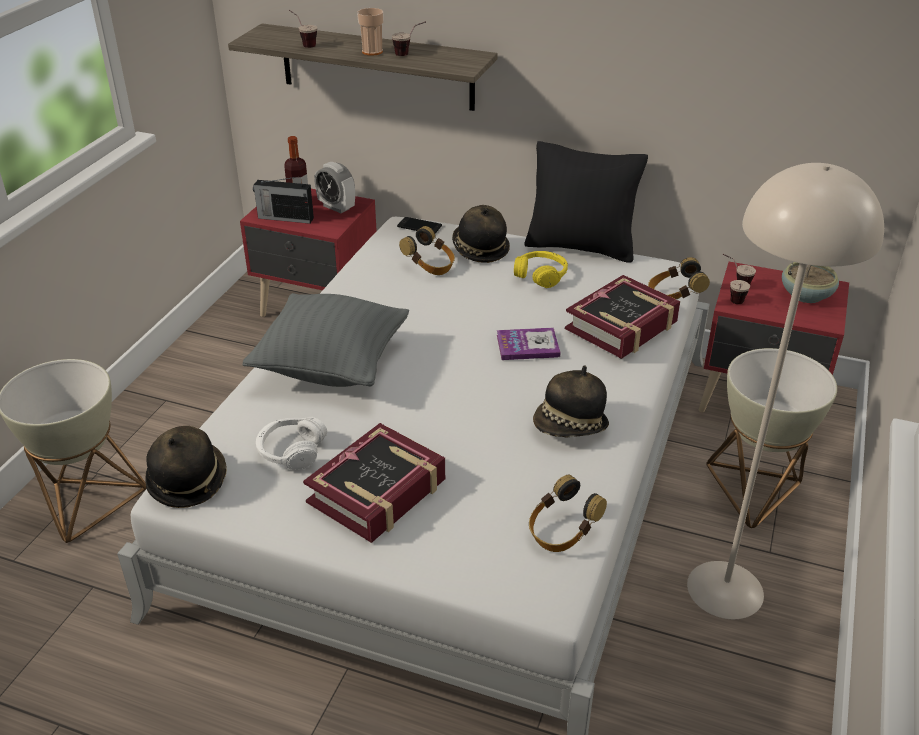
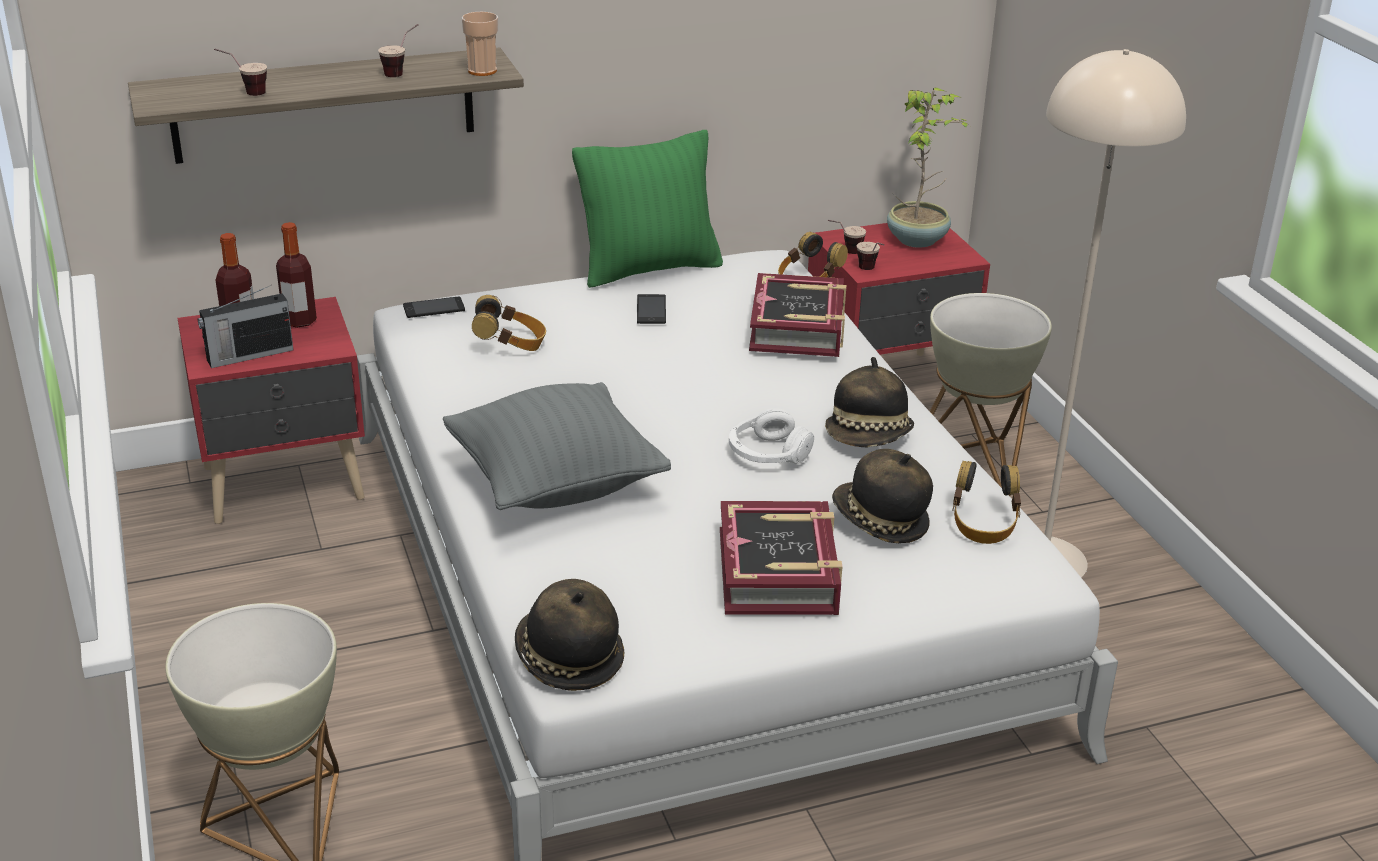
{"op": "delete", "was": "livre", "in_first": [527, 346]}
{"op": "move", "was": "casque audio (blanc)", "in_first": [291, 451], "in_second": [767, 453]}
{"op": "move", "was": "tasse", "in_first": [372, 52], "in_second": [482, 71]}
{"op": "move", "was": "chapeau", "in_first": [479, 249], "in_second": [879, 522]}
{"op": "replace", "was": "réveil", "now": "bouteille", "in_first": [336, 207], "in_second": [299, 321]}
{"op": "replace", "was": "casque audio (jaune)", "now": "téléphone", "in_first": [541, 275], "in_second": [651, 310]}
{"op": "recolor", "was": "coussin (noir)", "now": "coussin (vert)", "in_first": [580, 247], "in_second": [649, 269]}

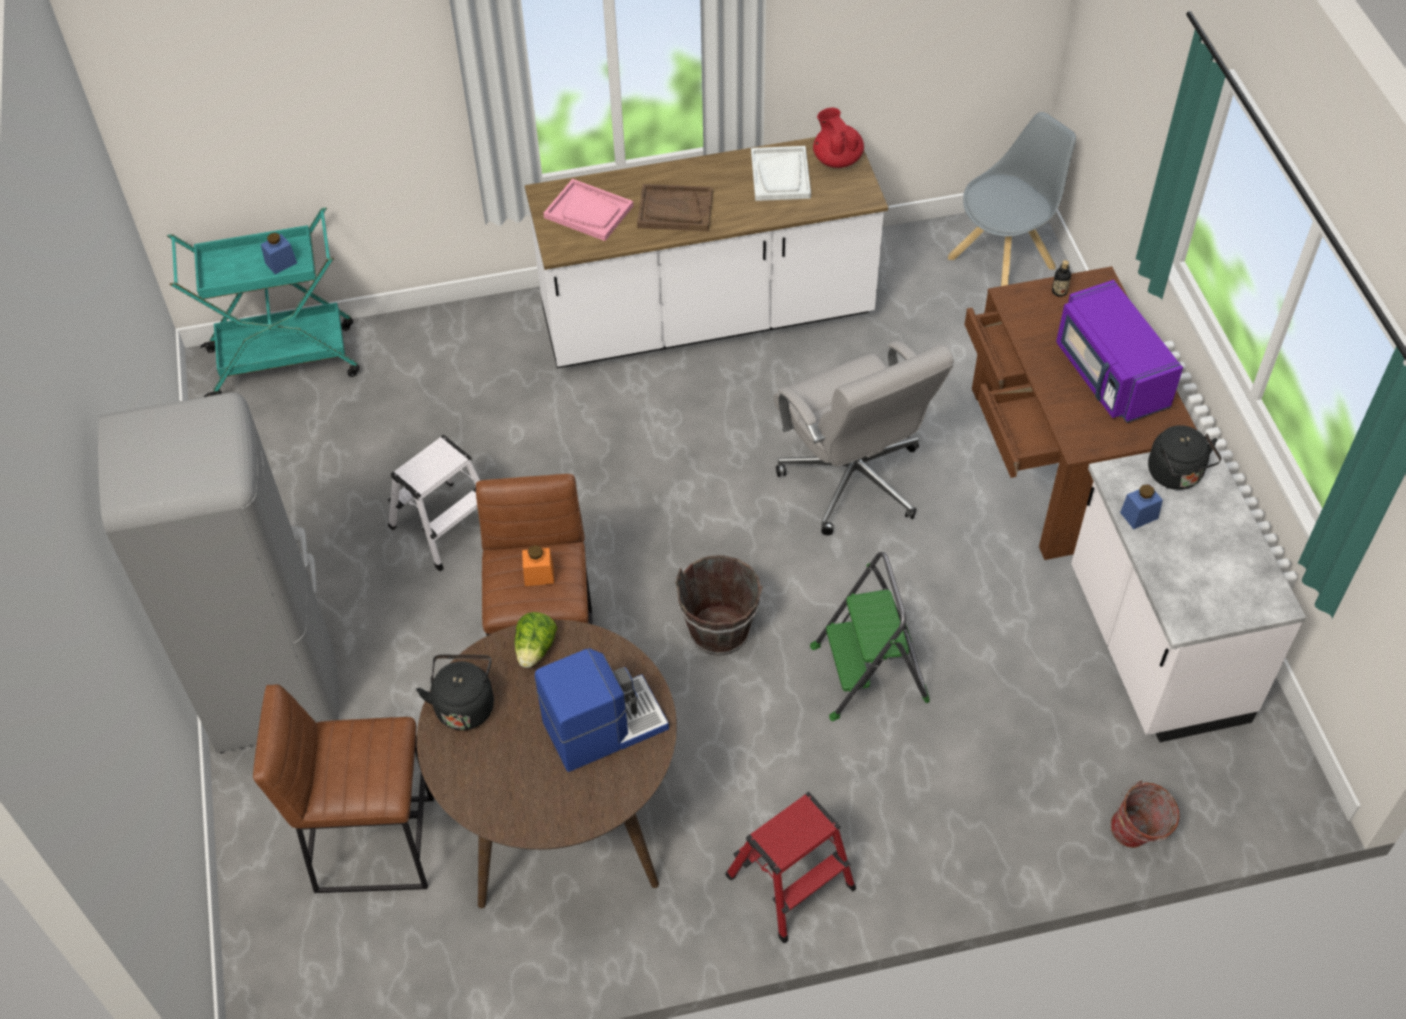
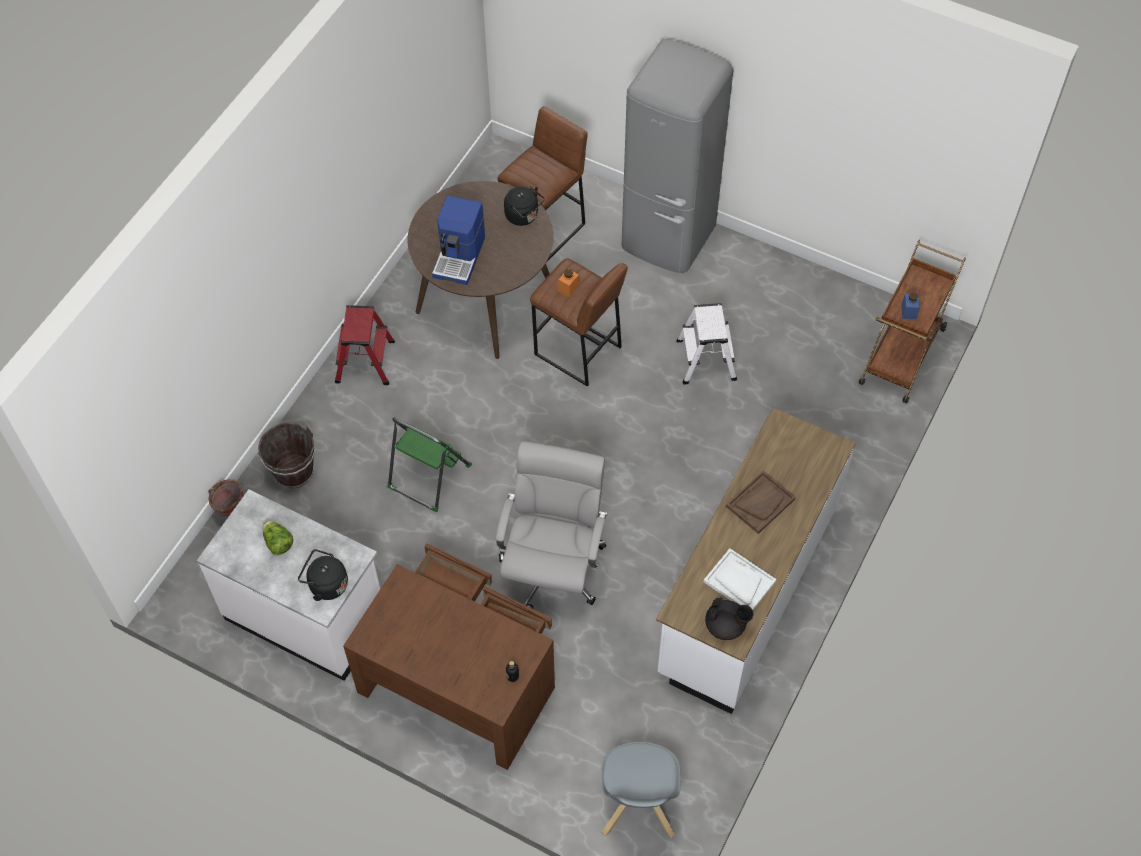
{"op": "delete", "was": "plateau (rose)", "in_first": [589, 212]}
{"op": "delete", "was": "micro-ondes (violet)", "in_first": [1109, 375]}
{"op": "delete", "was": "bocal (bleu)", "in_first": [1139, 515]}
{"op": "move", "was": "laitue", "in_first": [535, 649], "in_second": [278, 543]}
{"op": "move", "was": "seau (marron)", "in_first": [719, 632], "in_second": [293, 471]}
{"op": "recolor", "was": "chariot (turquoise)", "now": "chariot (marron)", "in_first": [284, 363], "in_second": [901, 357]}
{"op": "recolor", "was": "théière (rouge)", "now": "théière (noir)", "in_first": [837, 158], "in_second": [726, 626]}
{"op": "rotate", "was": "chaise de bureau (gris)", "in_first": [852, 477], "in_second": [553, 568], "clockwise": 90}

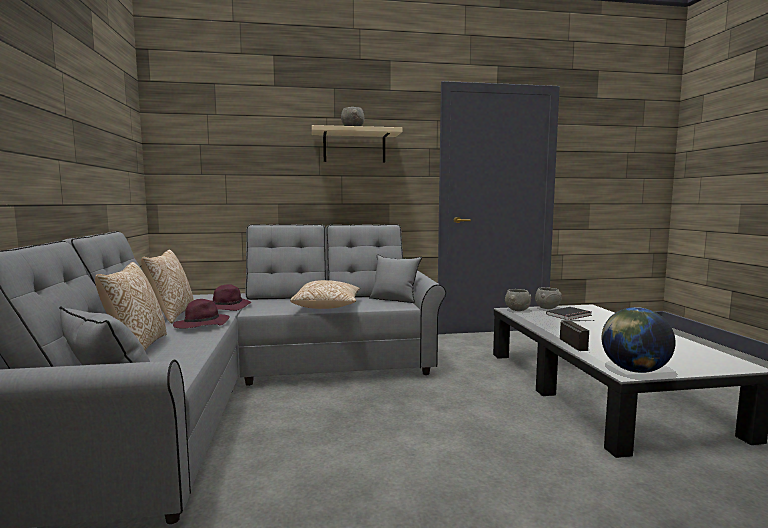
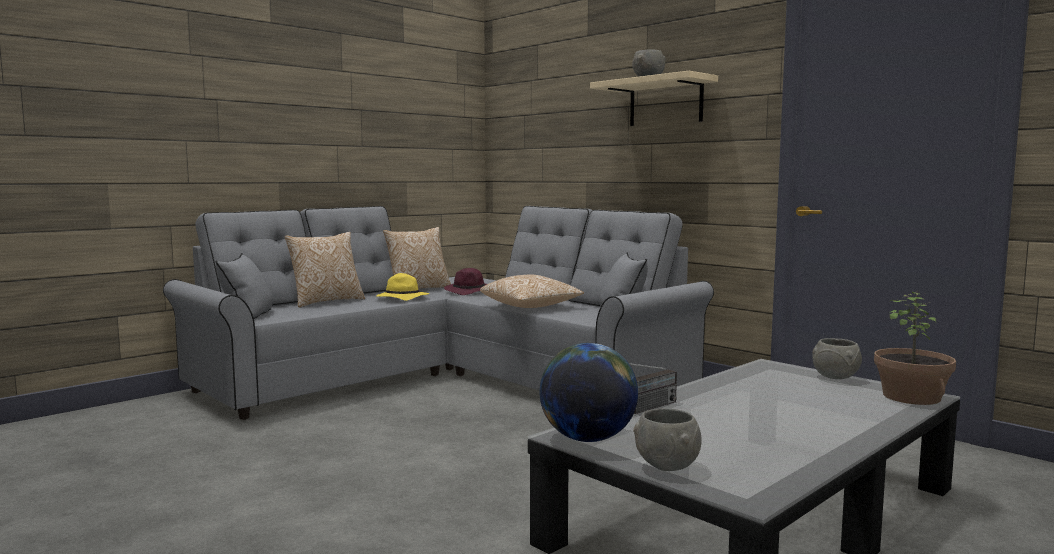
{"op": "delete", "was": "livre (noir)", "in_first": [570, 315]}
{"op": "insert", "now": "plante en pot", "in_second": [912, 397]}
{"op": "move", "was": "bol (gris)", "in_first": [517, 310], "in_second": [665, 467]}
{"op": "recolor", "was": "chapeau (violet)", "now": "chapeau (jaune)", "in_first": [201, 325], "in_second": [401, 299]}

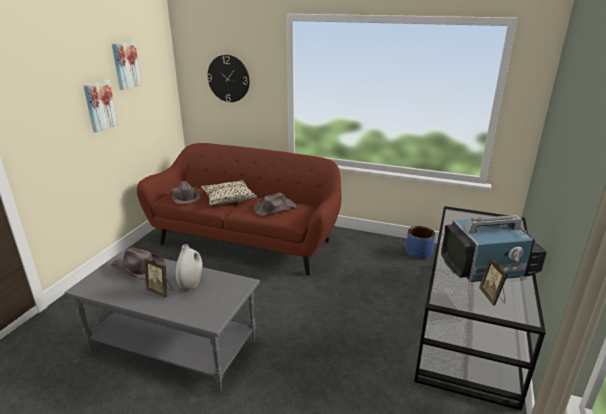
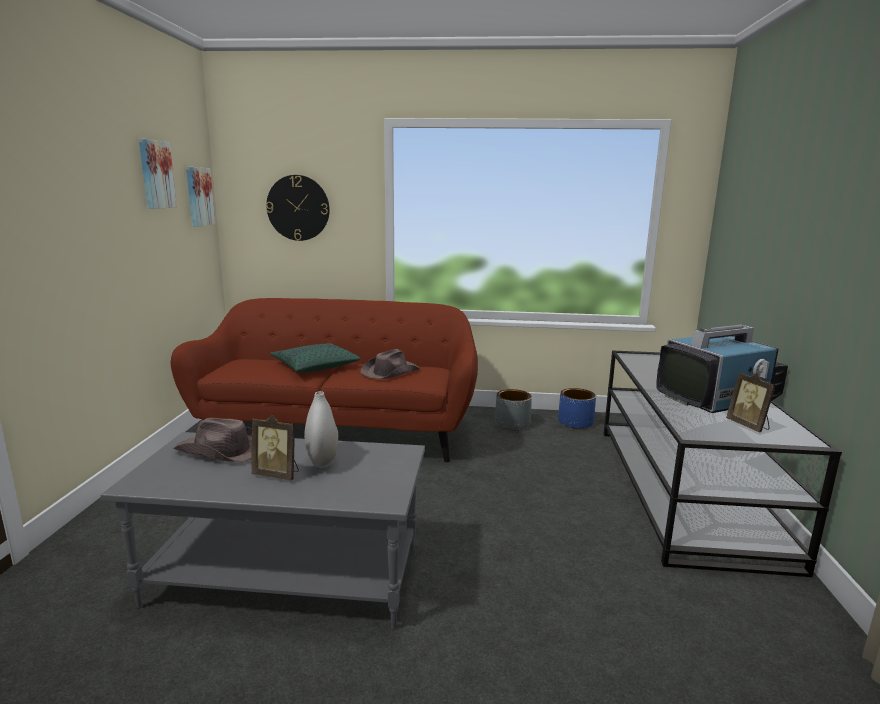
{"op": "delete", "was": "chapeau (marron)", "in_first": [185, 196]}
{"op": "insert", "now": "cache-pot (gris)", "in_second": [512, 424]}
{"op": "move", "was": "tableau", "in_first": [99, 105], "in_second": [198, 196]}
{"op": "recolor", "was": "coussin (beige)", "now": "coussin (vert)", "in_first": [228, 198], "in_second": [315, 366]}

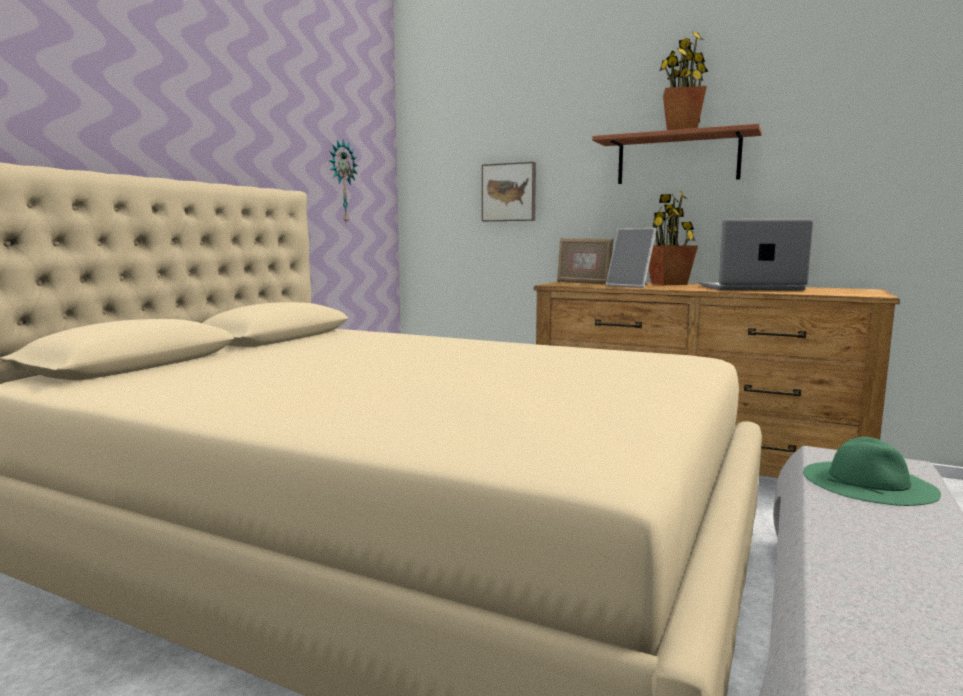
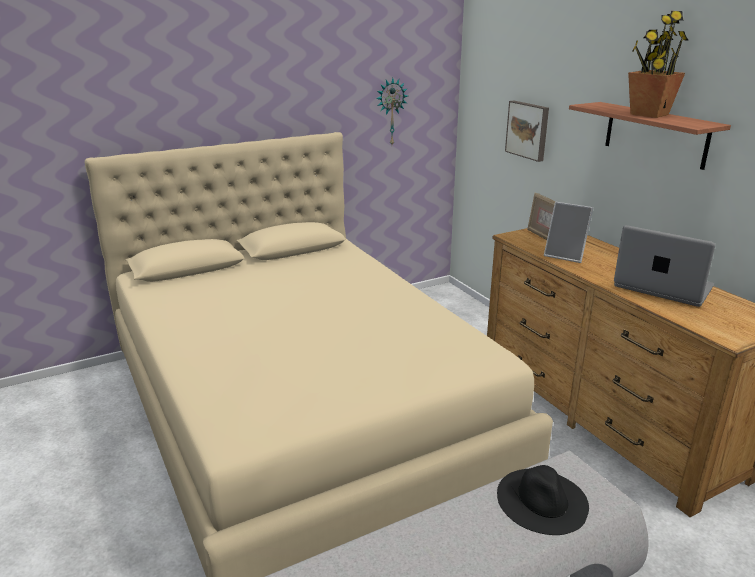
{"op": "delete", "was": "plante en pot", "in_first": [669, 284]}
{"op": "recolor", "was": "chapeau (vert)", "now": "chapeau (noir)", "in_first": [868, 482], "in_second": [542, 500]}
{"op": "rotate", "was": "cadre photo", "in_first": [631, 286], "in_second": [566, 255], "clockwise": -45}

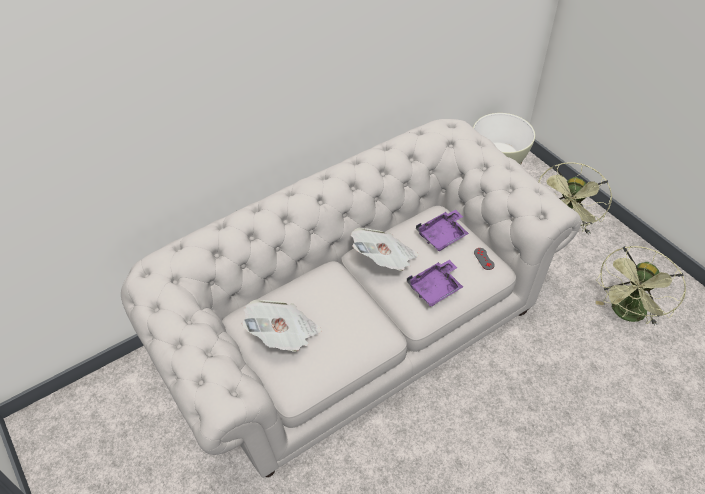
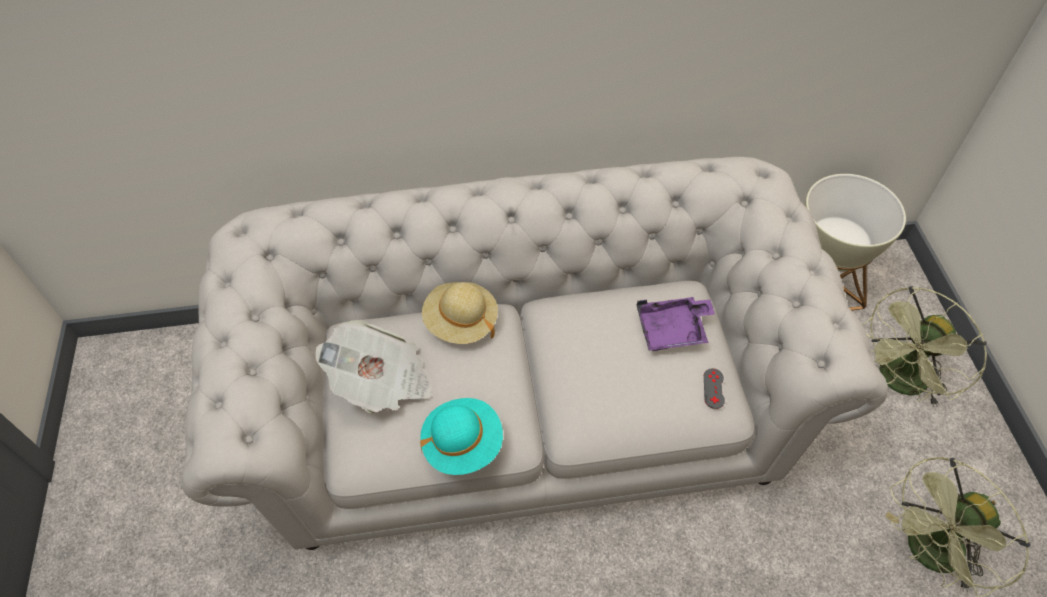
{"op": "delete", "was": "journal", "in_first": [385, 260]}
{"op": "delete", "was": "plateau (violet)", "in_first": [435, 288]}
{"op": "insert", "now": "chapeau (turquoise)", "in_second": [462, 444]}
{"op": "insert", "now": "chapeau (beige)", "in_second": [461, 322]}

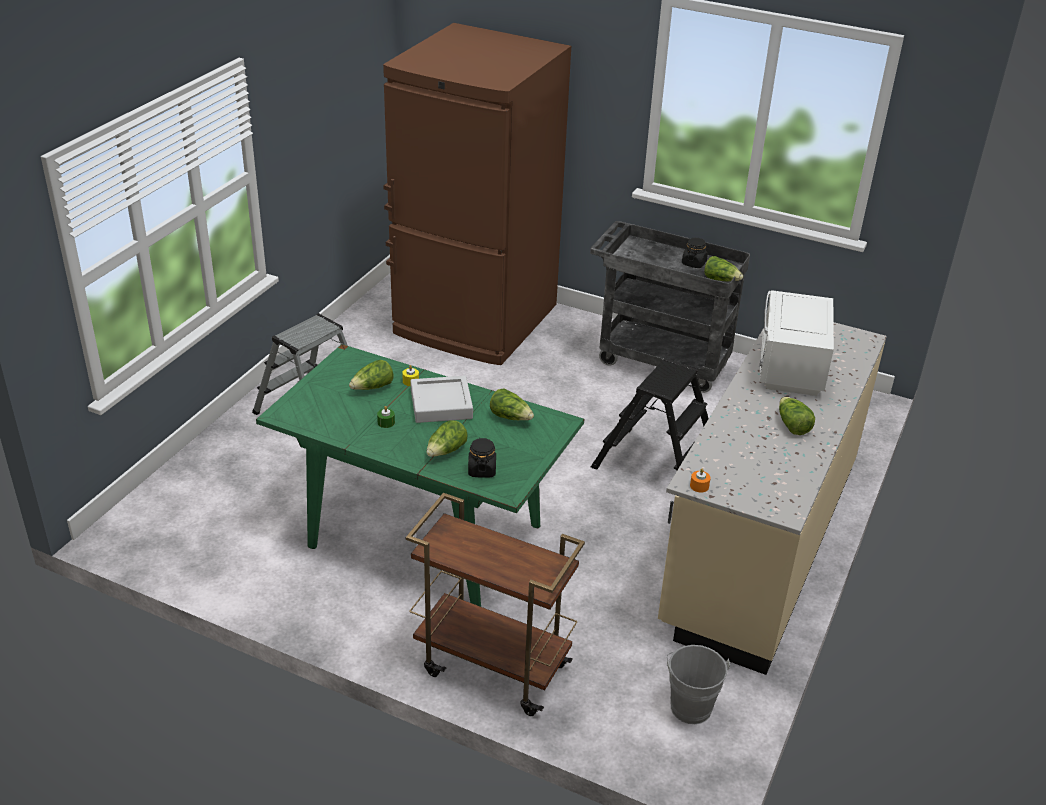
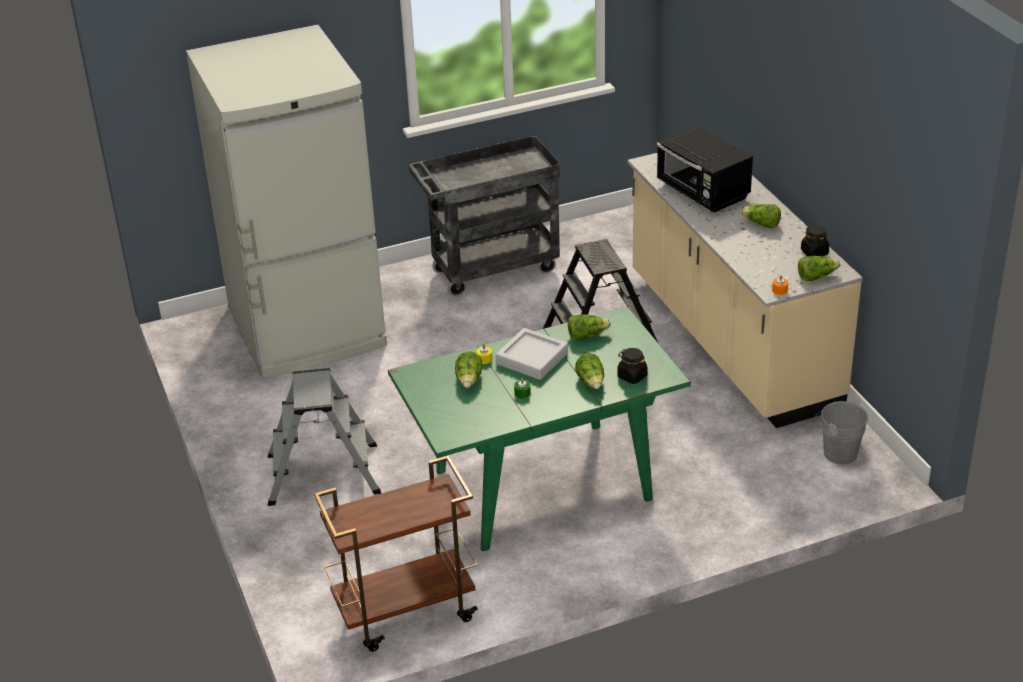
{"op": "move", "was": "chariot (marron)", "in_first": [491, 668], "in_second": [404, 615]}
{"op": "move", "was": "bocal (noir)", "in_first": [694, 263], "in_second": [814, 252]}
{"op": "move", "was": "laitue", "in_first": [721, 280], "in_second": [816, 276]}
{"op": "recolor", "was": "réfrigérateur (marron)", "now": "réfrigérateur (blanc)", "in_first": [474, 319], "in_second": [307, 326]}
{"op": "recolor", "was": "micro-ondes (blanc)", "now": "micro-ondes (noir)", "in_first": [789, 369], "in_second": [703, 193]}

